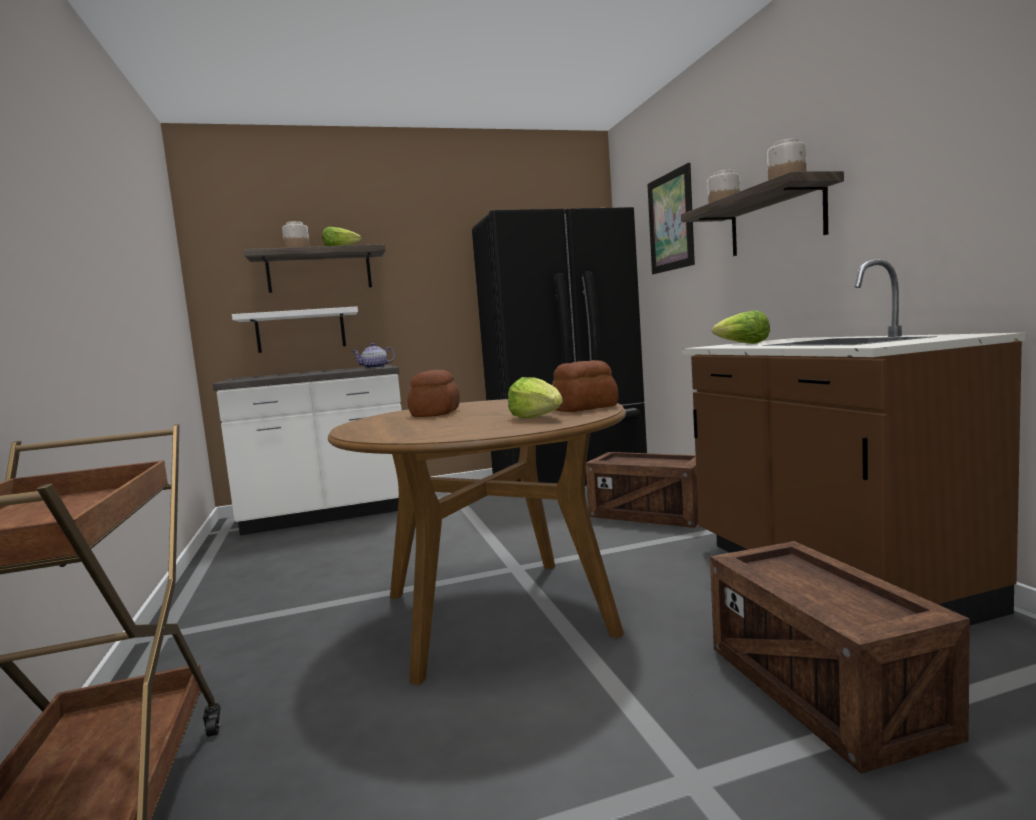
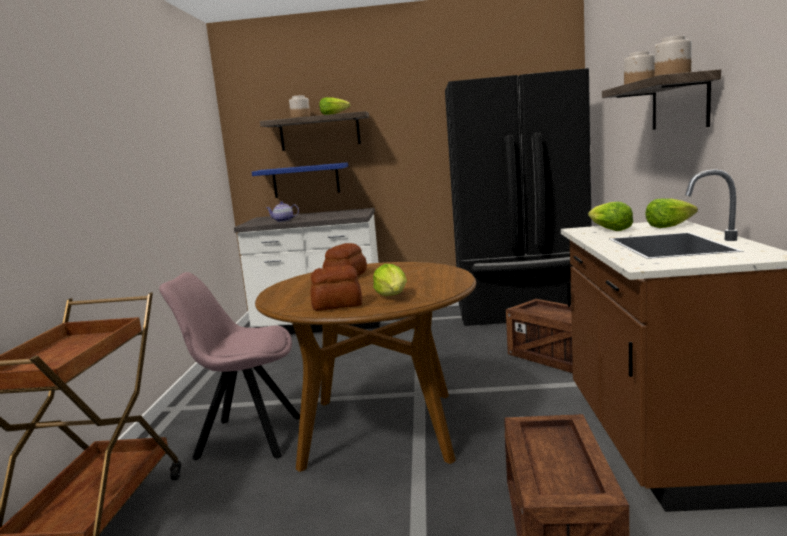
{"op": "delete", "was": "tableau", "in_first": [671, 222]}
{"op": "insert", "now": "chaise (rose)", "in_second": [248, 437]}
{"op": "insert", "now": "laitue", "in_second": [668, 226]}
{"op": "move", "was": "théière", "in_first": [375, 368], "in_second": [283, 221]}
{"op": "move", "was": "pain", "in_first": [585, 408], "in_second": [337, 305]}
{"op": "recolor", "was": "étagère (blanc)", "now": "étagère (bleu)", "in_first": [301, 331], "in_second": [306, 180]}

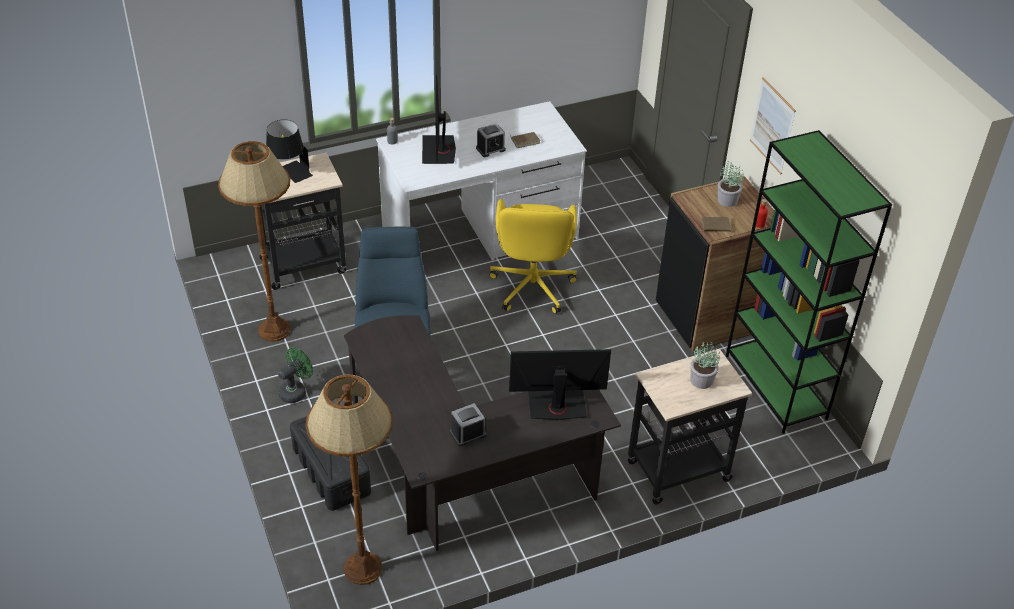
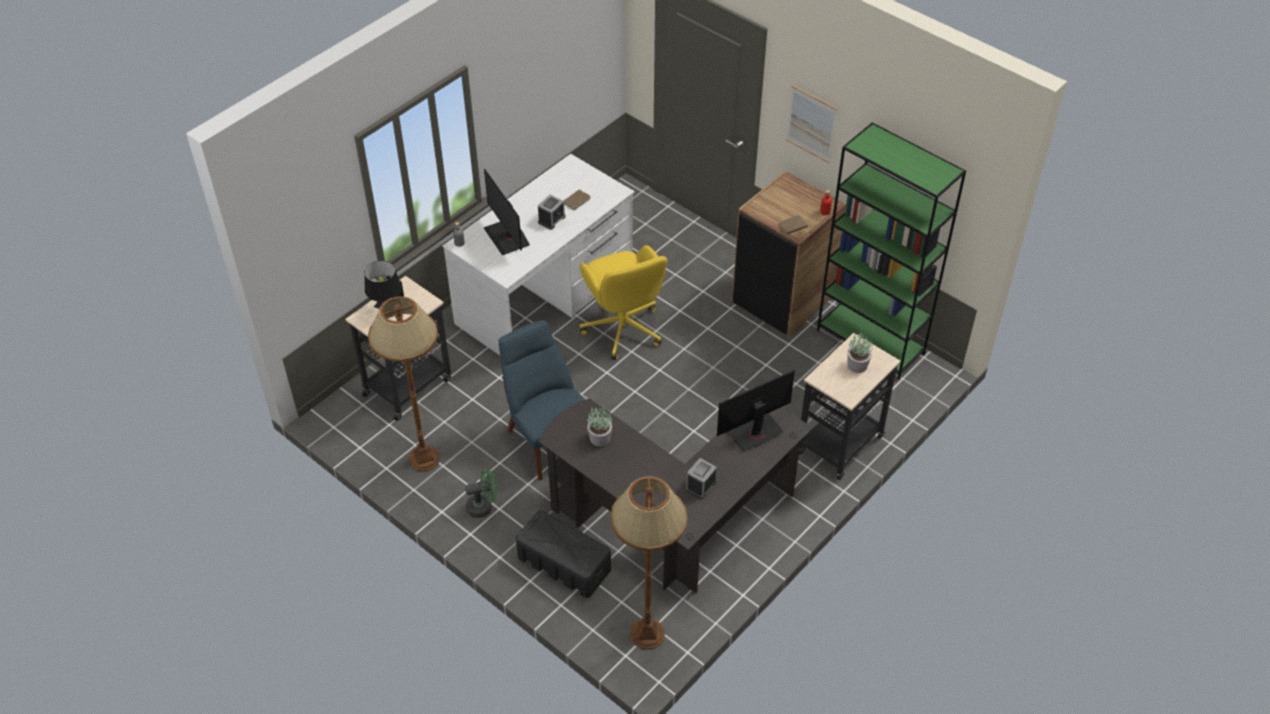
{"op": "move", "was": "plante en pot", "in_first": [726, 200], "in_second": [599, 438]}
{"op": "rotate", "was": "ventilateur (vert)", "in_first": [296, 391], "in_second": [483, 506], "clockwise": 60}

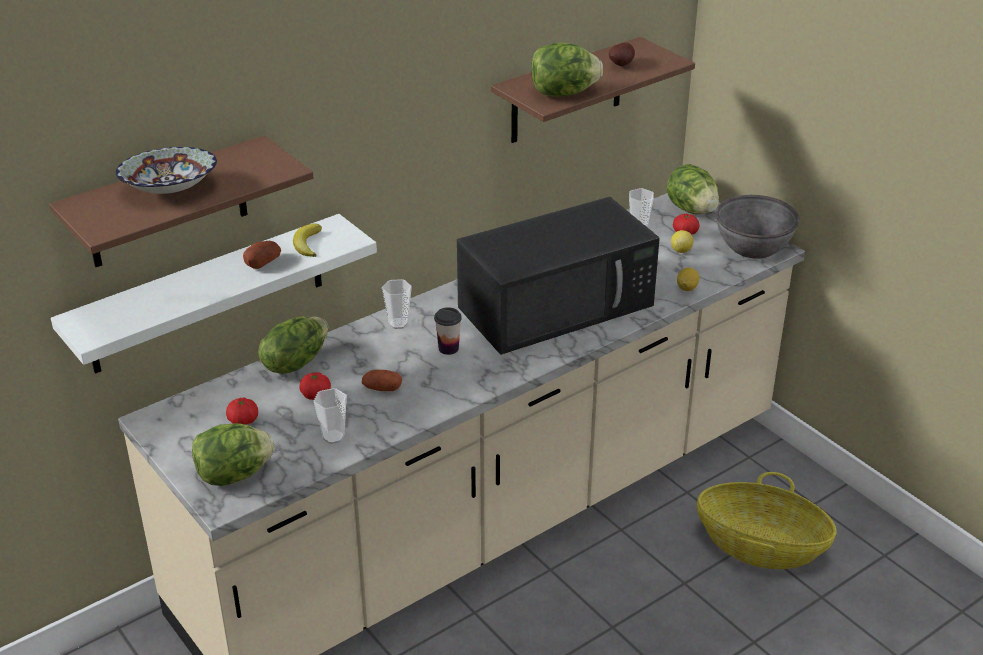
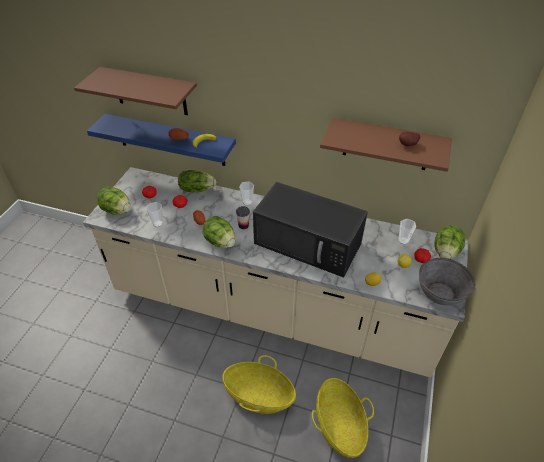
{"op": "delete", "was": "bol", "in_first": [170, 190]}
{"op": "insert", "now": "panier", "in_second": [259, 395]}
{"op": "move", "was": "laitue", "in_first": [563, 93], "in_second": [220, 242]}
{"op": "recolor", "was": "étagère (blanc)", "now": "étagère (bleu)", "in_first": [207, 294], "in_second": [170, 140]}

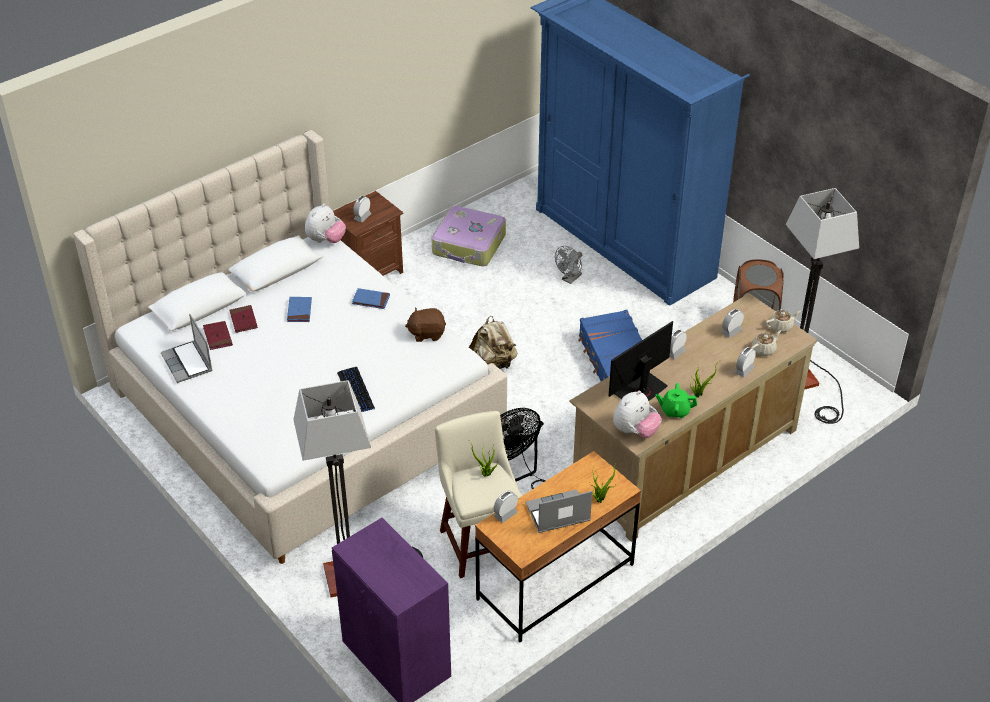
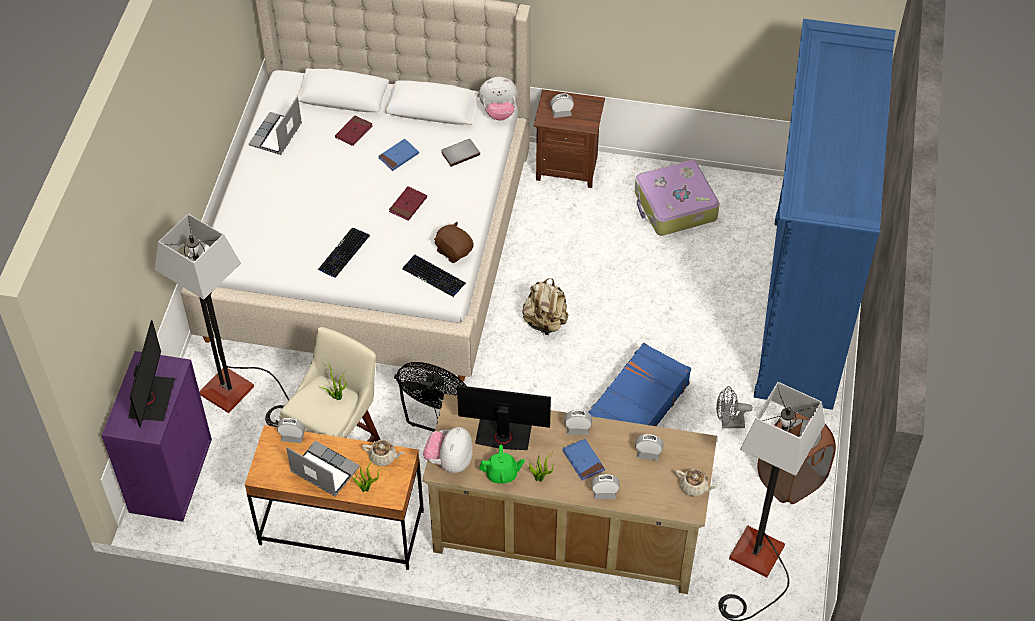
{"op": "insert", "now": "écran d'ordinateur", "in_second": [151, 399]}
{"op": "insert", "now": "clavier", "in_second": [434, 276]}
{"op": "insert", "now": "livre (gris)", "in_second": [460, 153]}
{"op": "move", "was": "livre (rouge)", "in_first": [218, 337], "in_second": [408, 205]}
{"op": "move", "was": "livre (bleu)", "in_first": [371, 300], "in_second": [583, 461]}
{"op": "move", "was": "ventilateur (gris)", "in_first": [570, 279], "in_second": [728, 423]}
{"op": "move", "was": "théière (beige)", "in_first": [764, 349], "in_second": [383, 457]}
{"op": "rotate", "was": "peluche", "in_first": [635, 431], "in_second": [449, 461], "clockwise": 105}
{"op": "rotate", "was": "théière (vert)", "in_first": [675, 411], "in_second": [502, 474], "clockwise": 120}

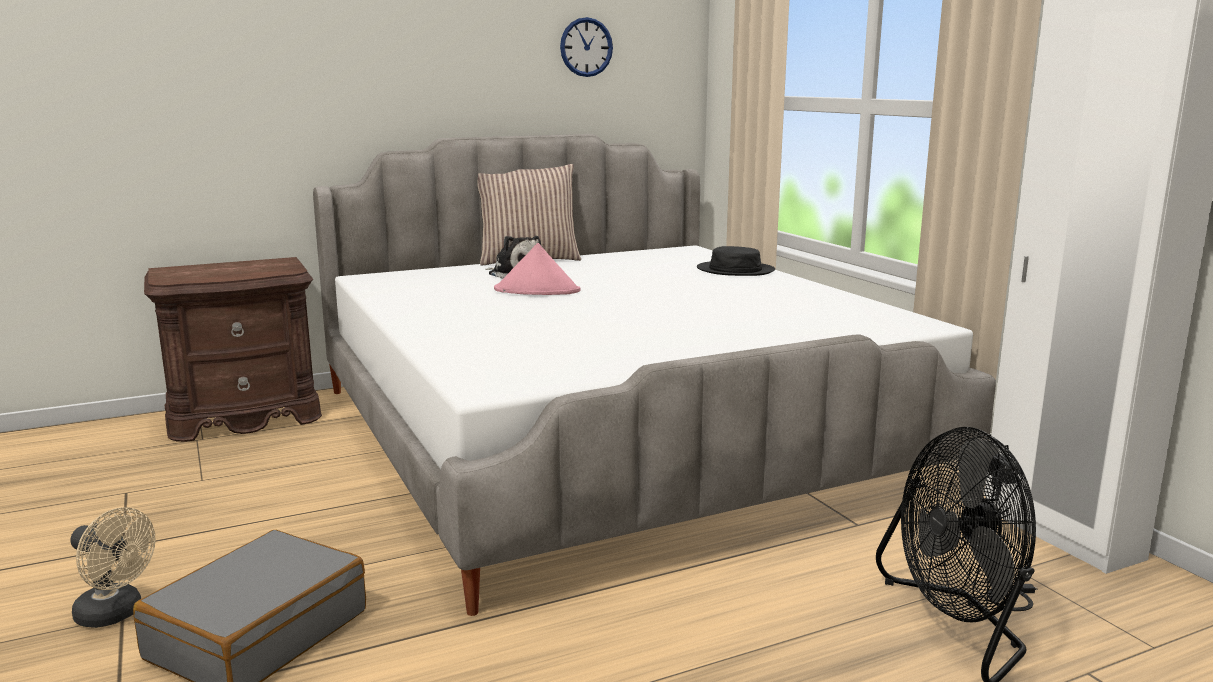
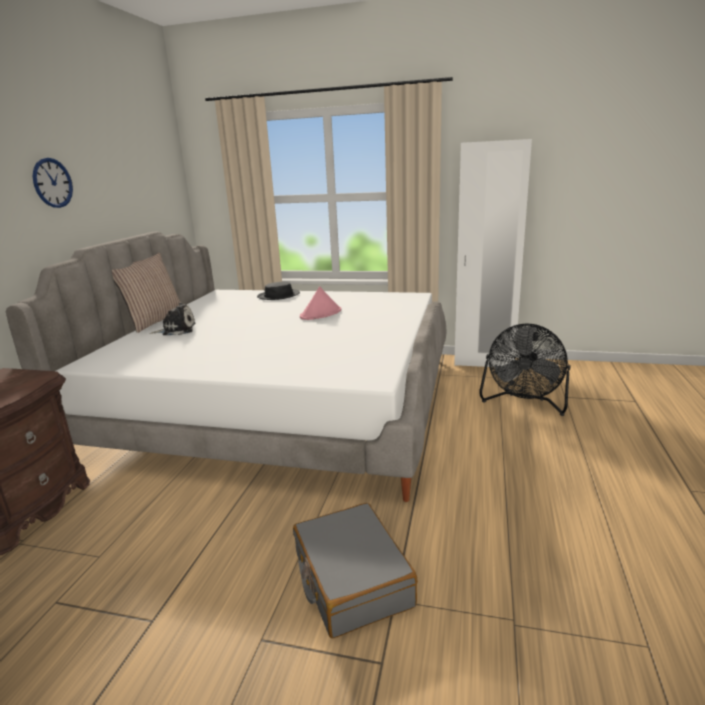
{"op": "delete", "was": "ventilateur (beige)", "in_first": [116, 614]}
{"op": "move", "was": "chapeau (rose)", "in_first": [537, 291], "in_second": [321, 314]}
{"op": "move", "was": "horloge murale", "in_first": [586, 47], "in_second": [52, 183]}

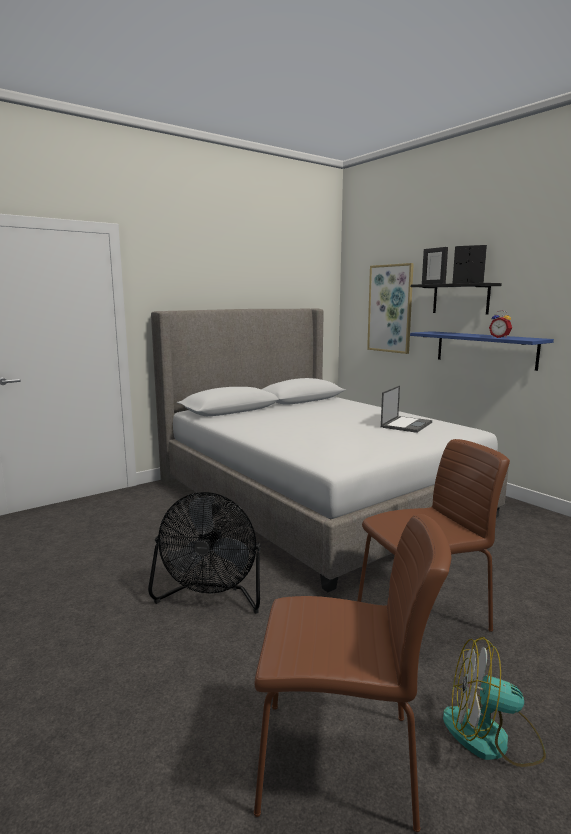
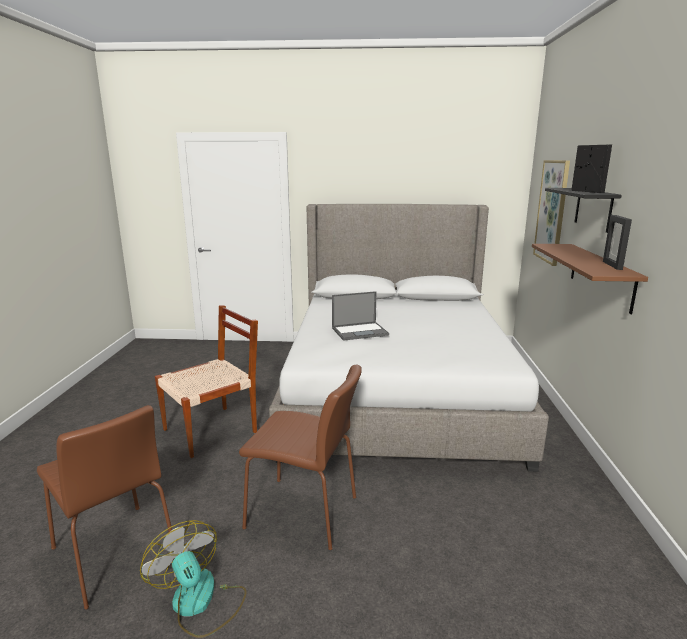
{"op": "delete", "was": "réveil", "in_first": [500, 337]}
{"op": "move", "was": "ordinateur portable", "in_first": [406, 424], "in_second": [360, 331]}
{"op": "move", "was": "cadre photo", "in_first": [433, 283], "in_second": [613, 265]}
{"op": "replace", "was": "ventilateur (noir)", "now": "chaise", "in_first": [208, 595], "in_second": [212, 430]}
{"op": "recolor", "was": "étagère (bleu)", "now": "étagère (marron)", "in_first": [485, 349], "in_second": [601, 276]}

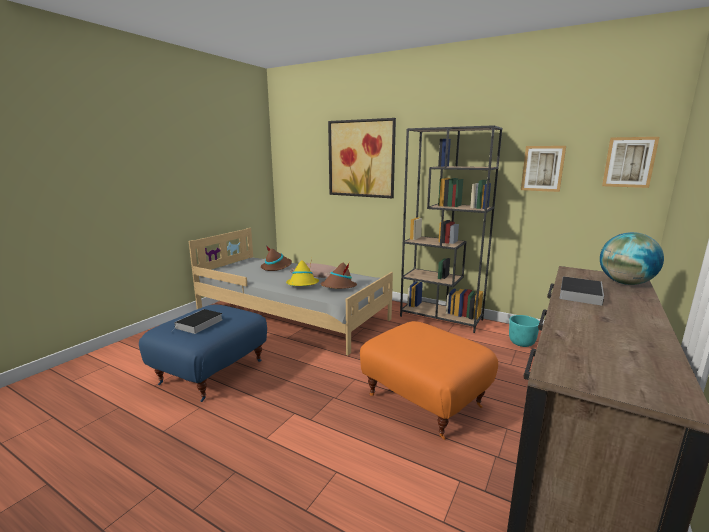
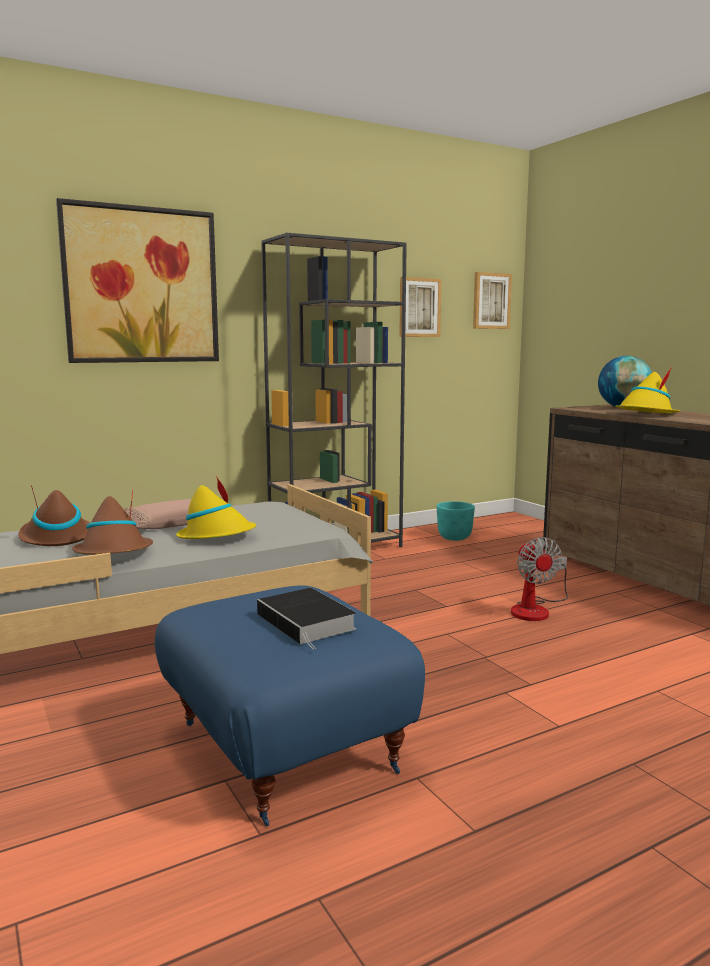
{"op": "move", "was": "chapeau (marron)", "in_first": [338, 287], "in_second": [114, 553]}
{"op": "replace", "was": "pouf (orange)", "now": "ventilateur", "in_first": [425, 400], "in_second": [536, 609]}
{"op": "replace", "was": "livre", "now": "chapeau (jaune)", "in_first": [580, 293], "in_second": [646, 414]}

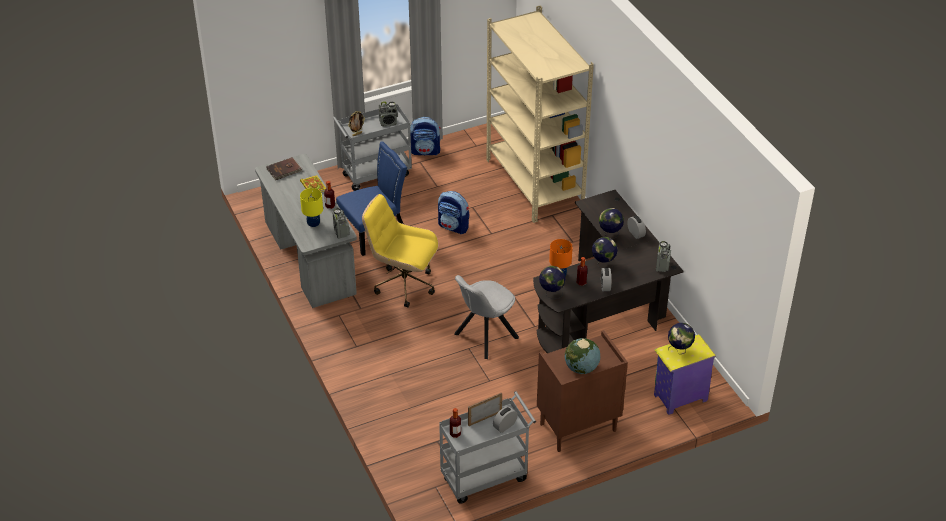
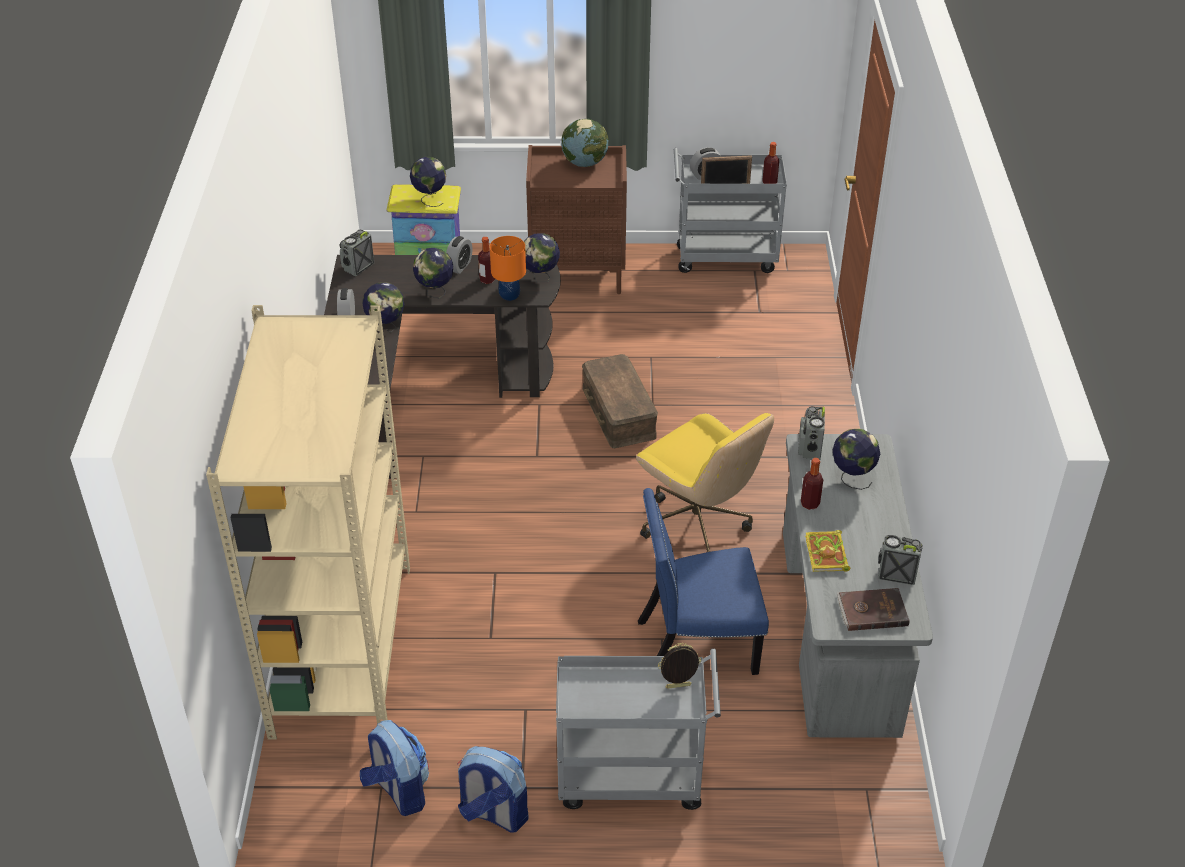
{"op": "move", "was": "radio", "in_first": [388, 123], "in_second": [896, 574]}
{"op": "move", "was": "sac à dos", "in_first": [454, 226], "in_second": [398, 791]}
{"op": "replace", "was": "lampe de table (jaune)", "now": "globe", "in_first": [314, 224], "in_second": [852, 478]}
{"op": "replace", "was": "chaise (gris)", "now": "boîte de rangement (marron)", "in_first": [485, 337], "in_second": [619, 412]}

